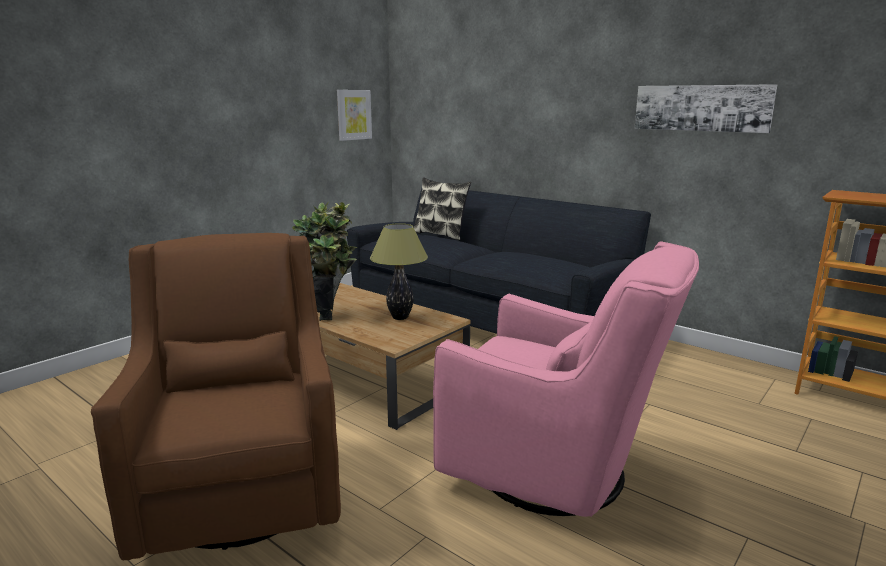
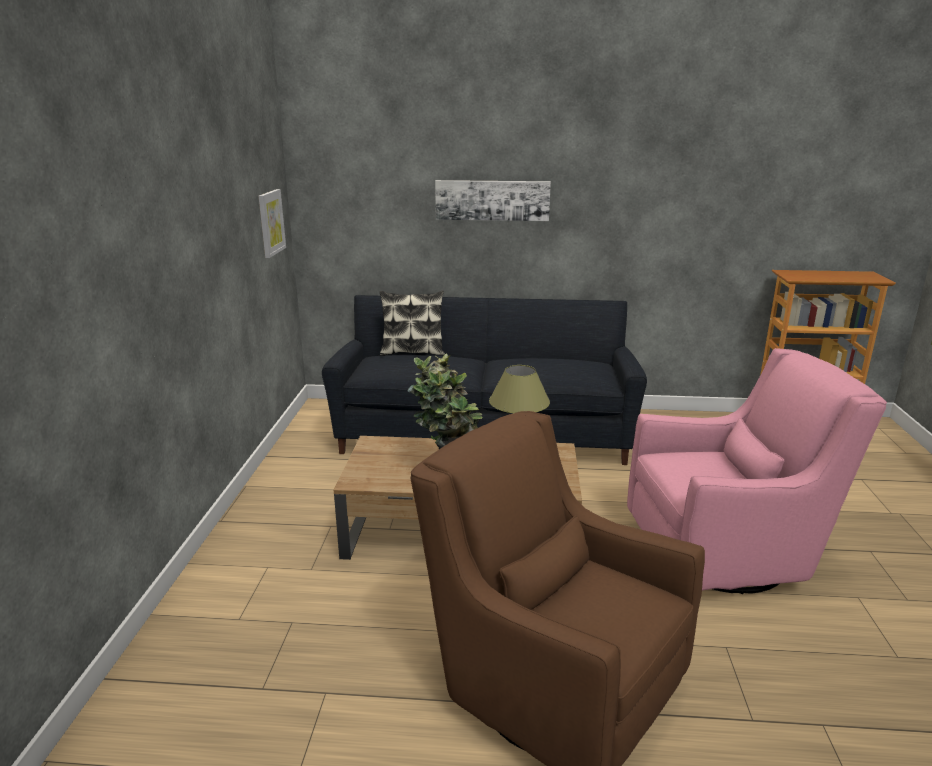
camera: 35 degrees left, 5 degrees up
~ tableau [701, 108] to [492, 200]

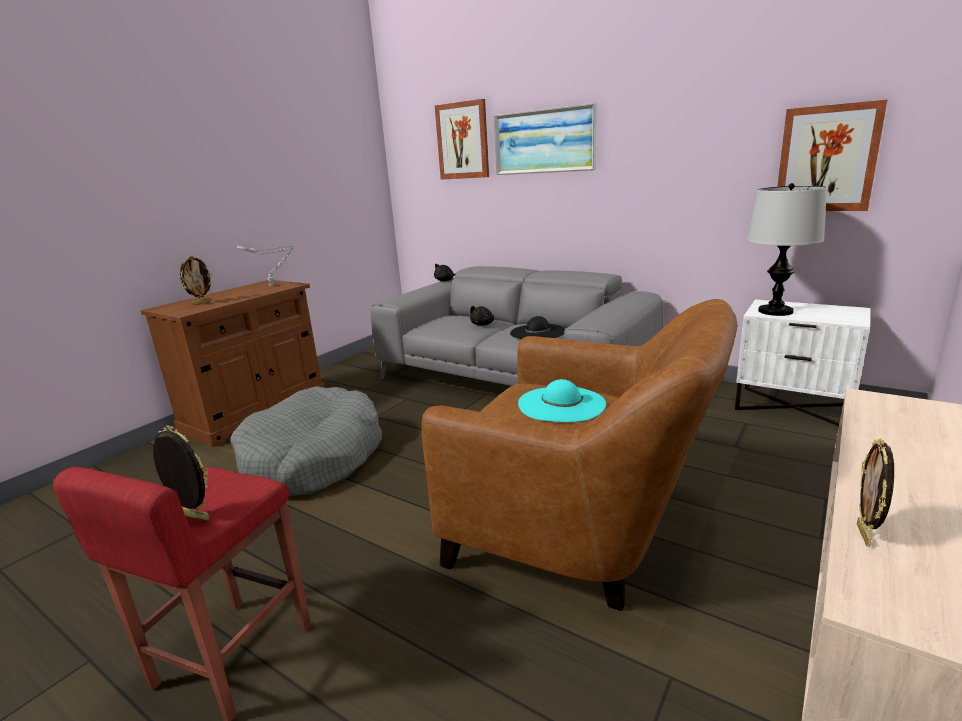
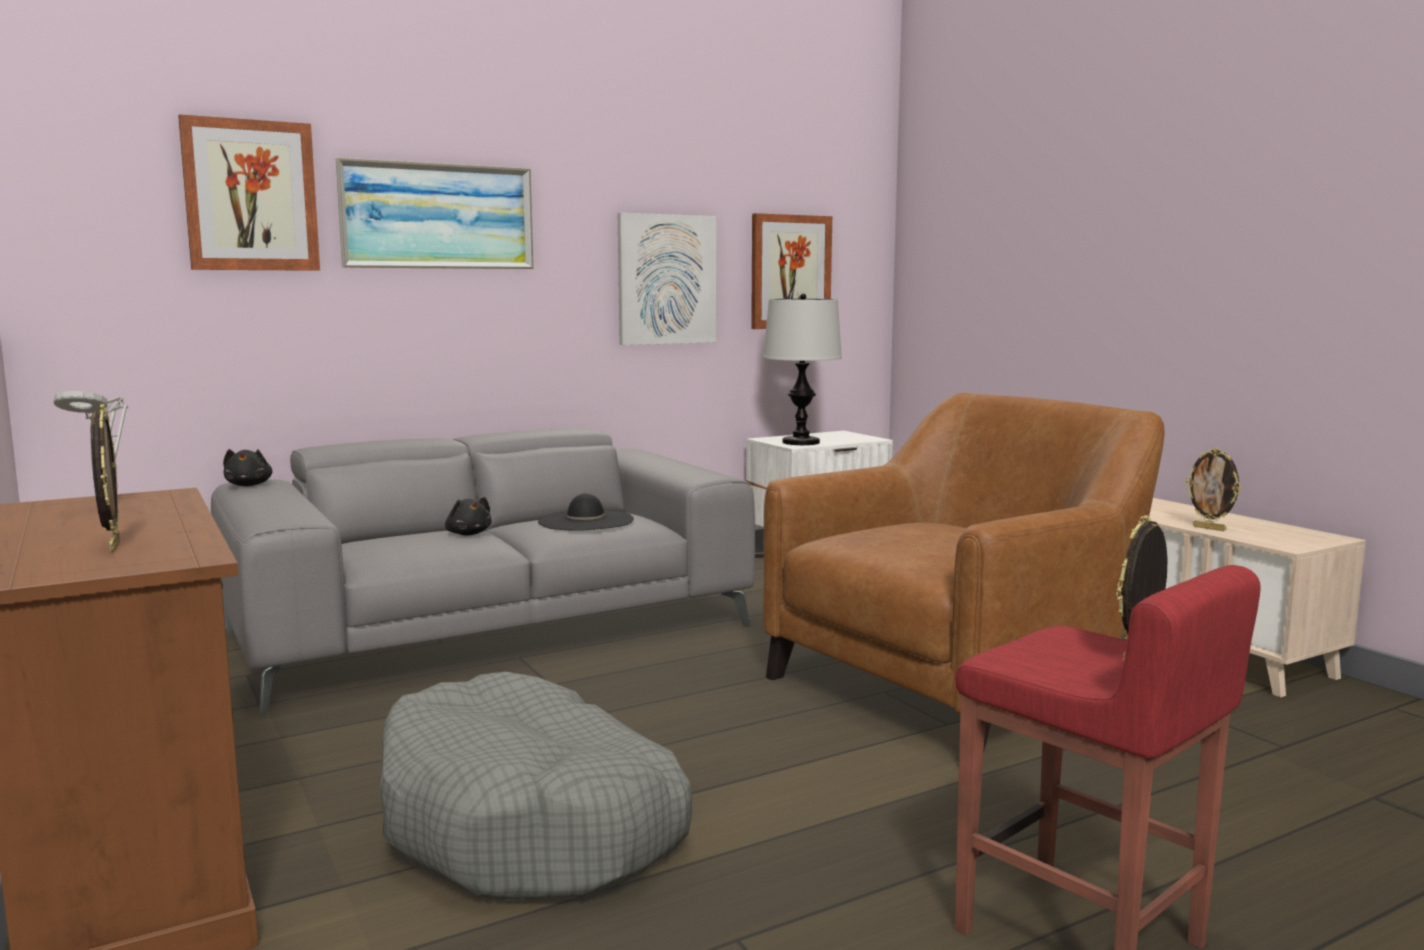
camera: 65 degrees left, 10 degrees down
- chapeau/turquoise [561, 404]
+ tableau [666, 279]

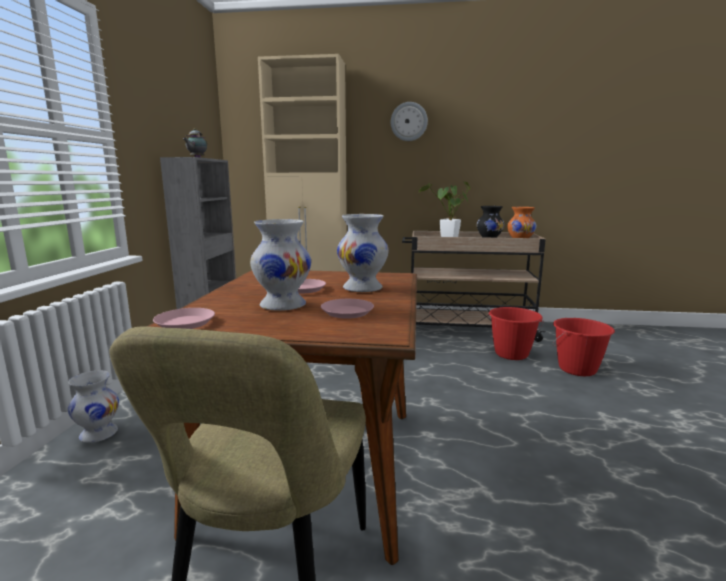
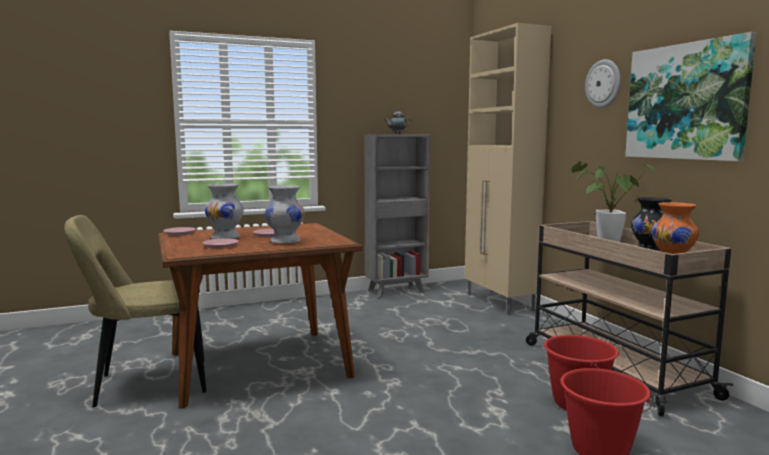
camera: 60 degrees right, 5 degrees down
- vase/blanc [98, 434]
+ tableau [686, 102]

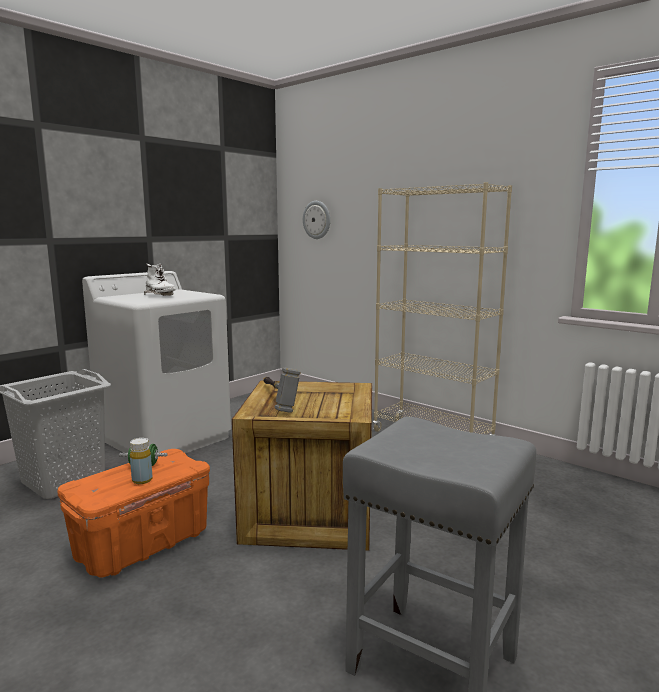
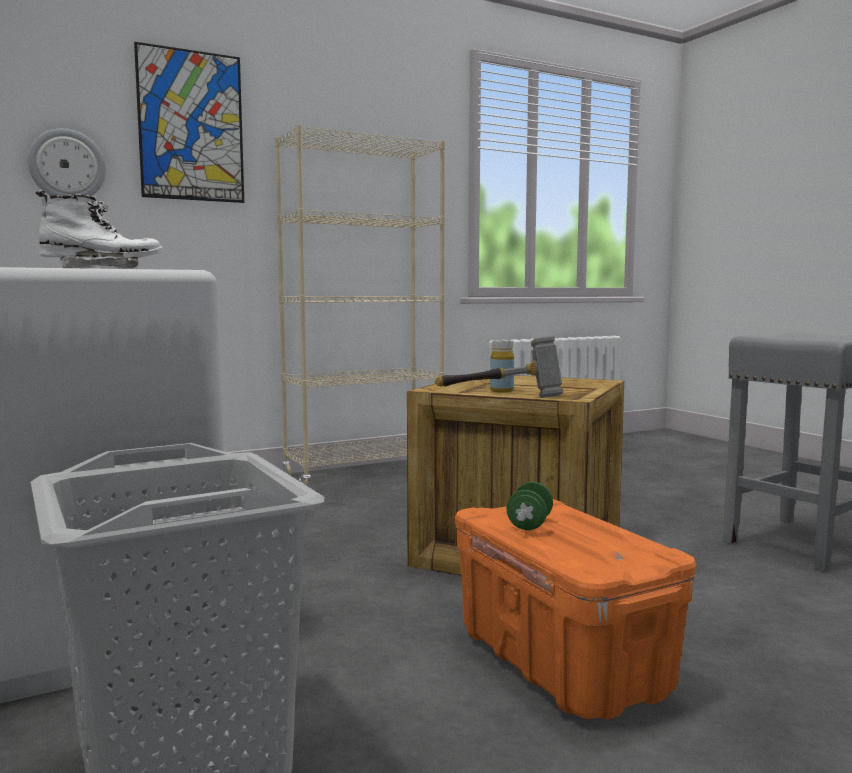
camera: 70 degrees left, 5 degrees down
+ tableau [191, 126]
~ bouteille/jaune [142, 480] to [501, 391]

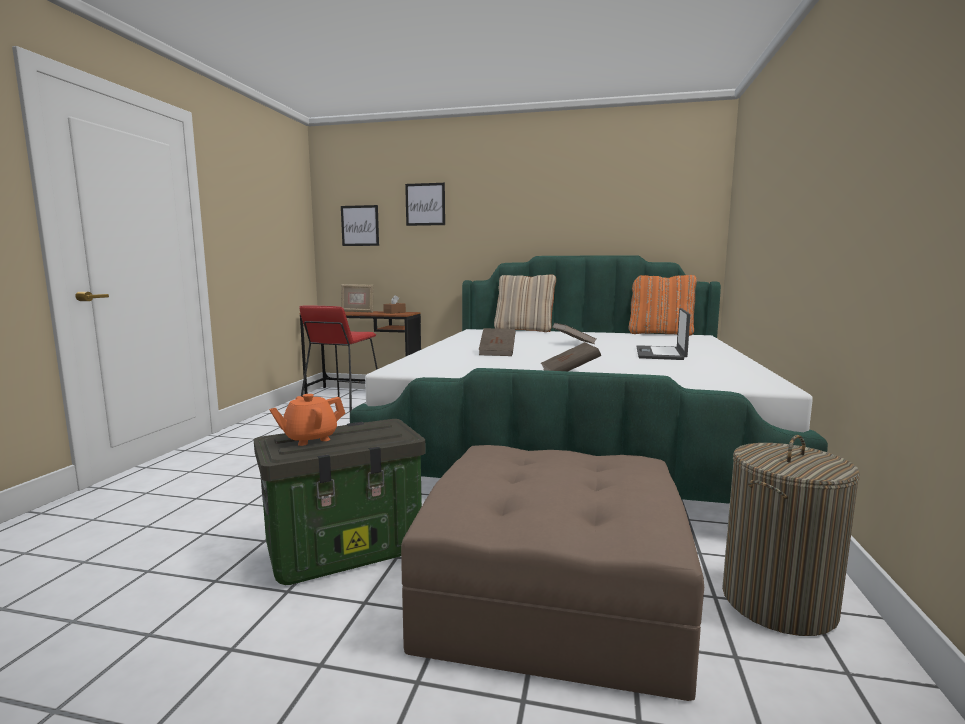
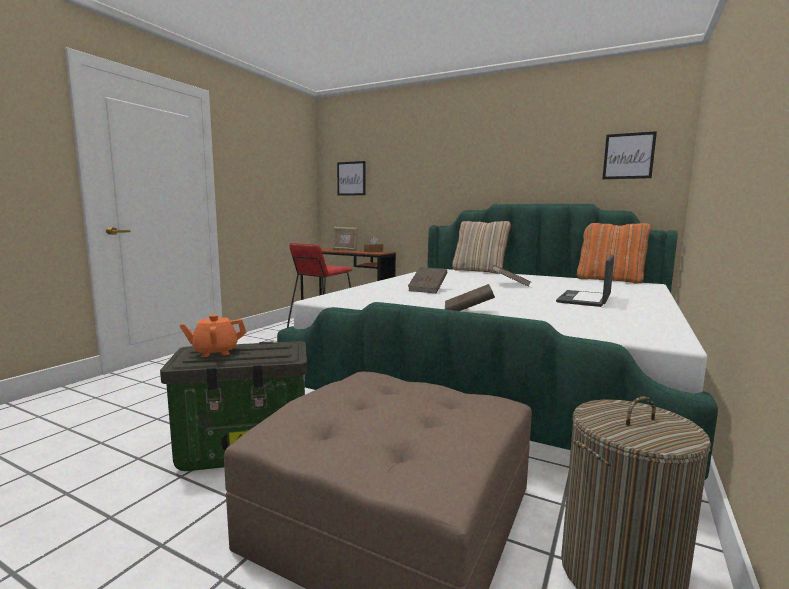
camera: 15 degrees right, 0 degrees up
~ tableau [425, 204] to [628, 156]

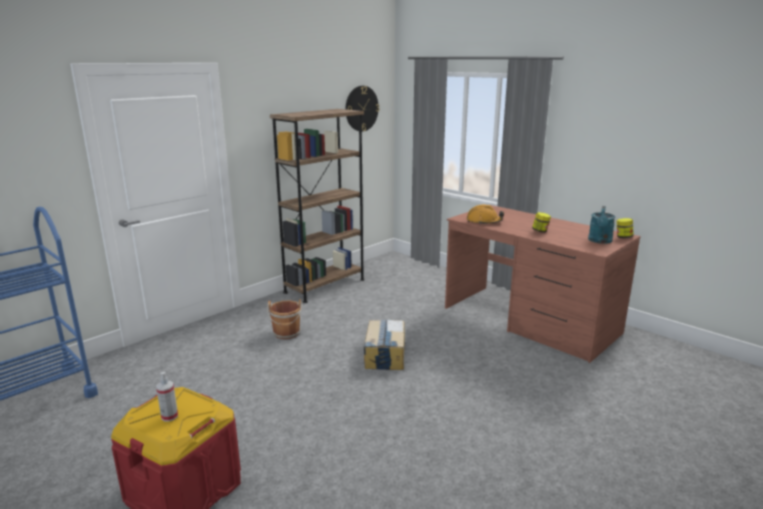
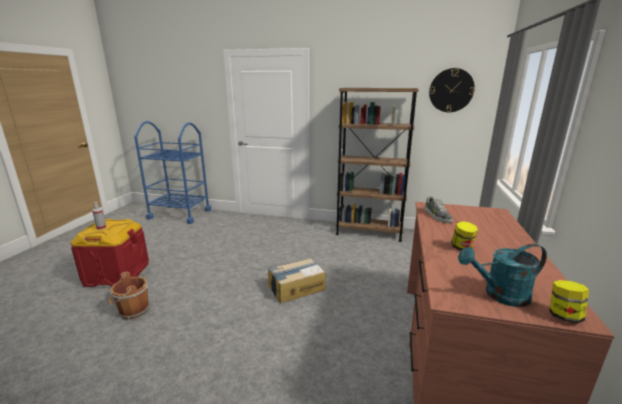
camera: 60 degrees right, 0 degrees up
~ seau/marron [287, 333] to [132, 311]
~ casque de chantier/orange [484, 222] to chaussure [437, 216]

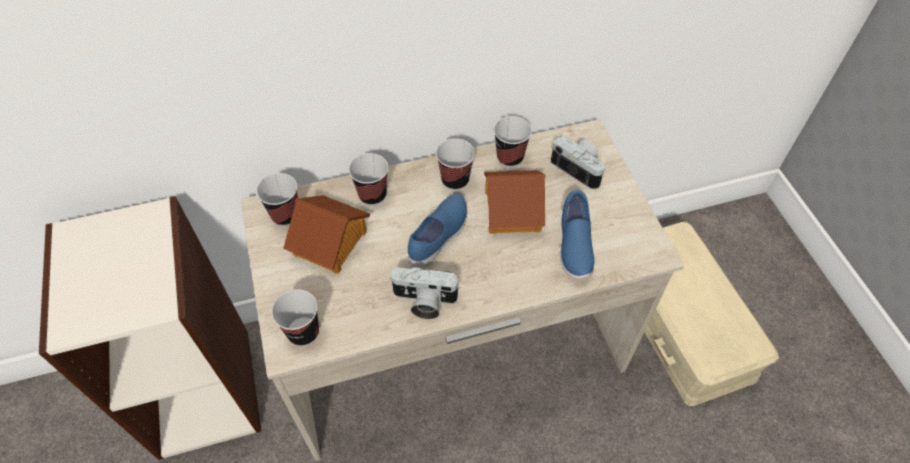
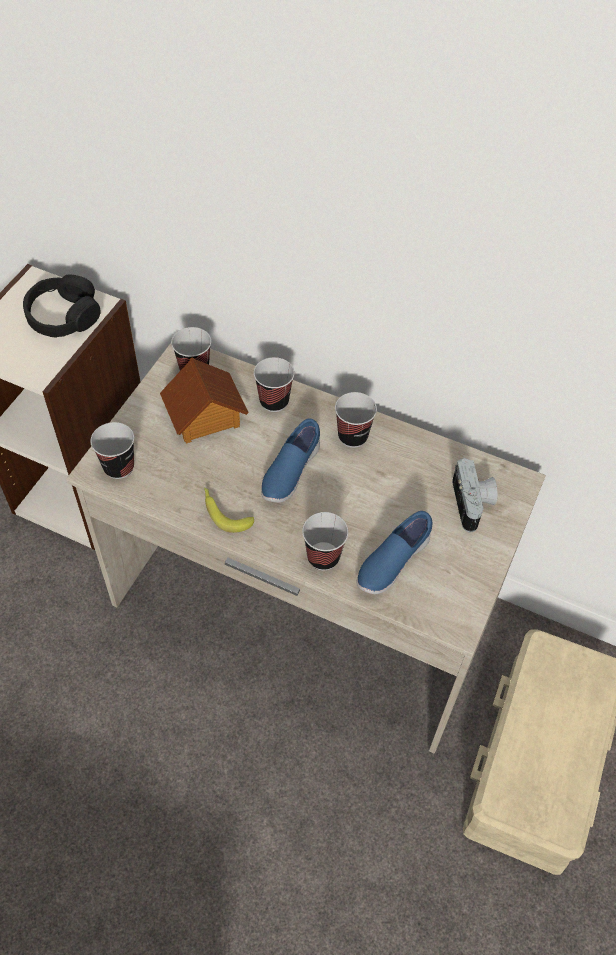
camera: 40 degrees right, 0 degrees up
- maison miniature [513, 210]
+ casque audio/noir [63, 316]
~ tasse [510, 157] to [323, 557]
~ appareil photo [423, 302] to banane [224, 512]
~ chaussure/bleu [439, 237] = [290, 472] 135 degrees clockwise

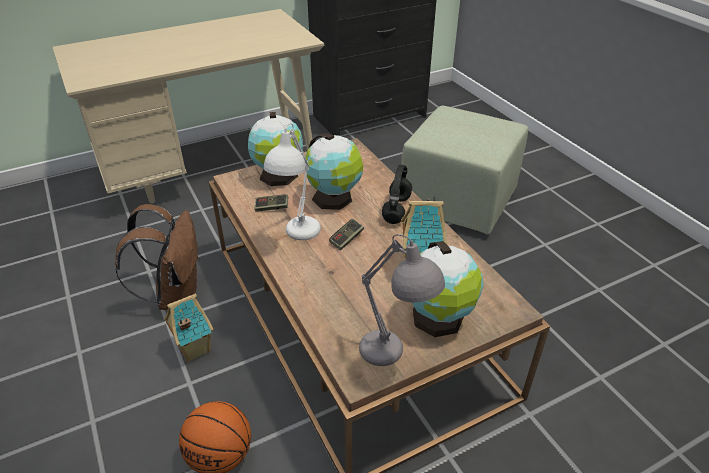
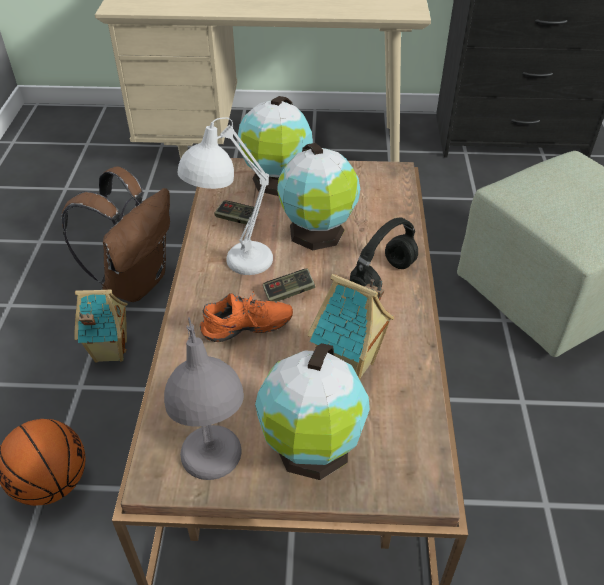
camera: 30 degrees right, 5 degrees up
+ chaussure/orange [247, 330]

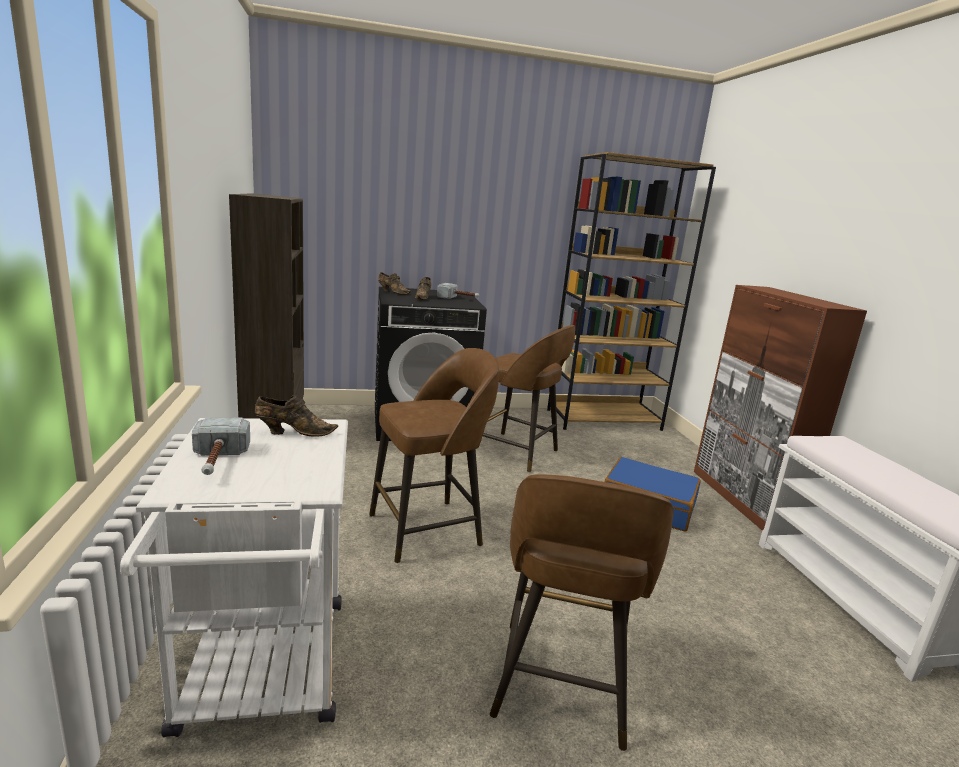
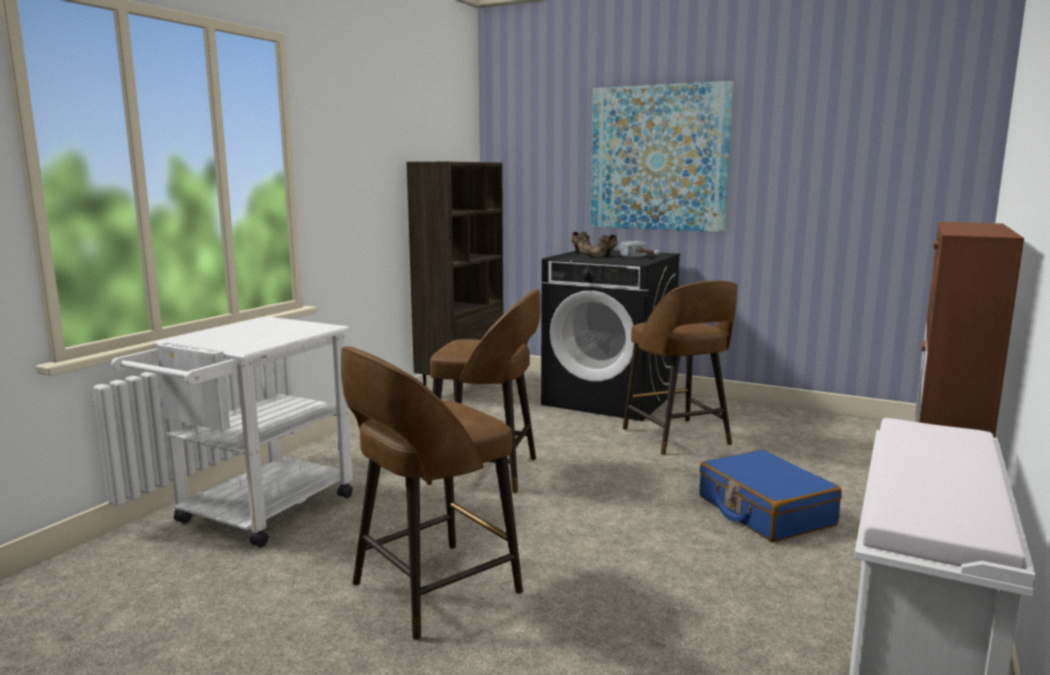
camera: 40 degrees right, 5 degrees down
- marteau [217, 462]
- chaussure/marron [293, 432]
- bibliothèque/marron [604, 419]
+ tableau [658, 158]

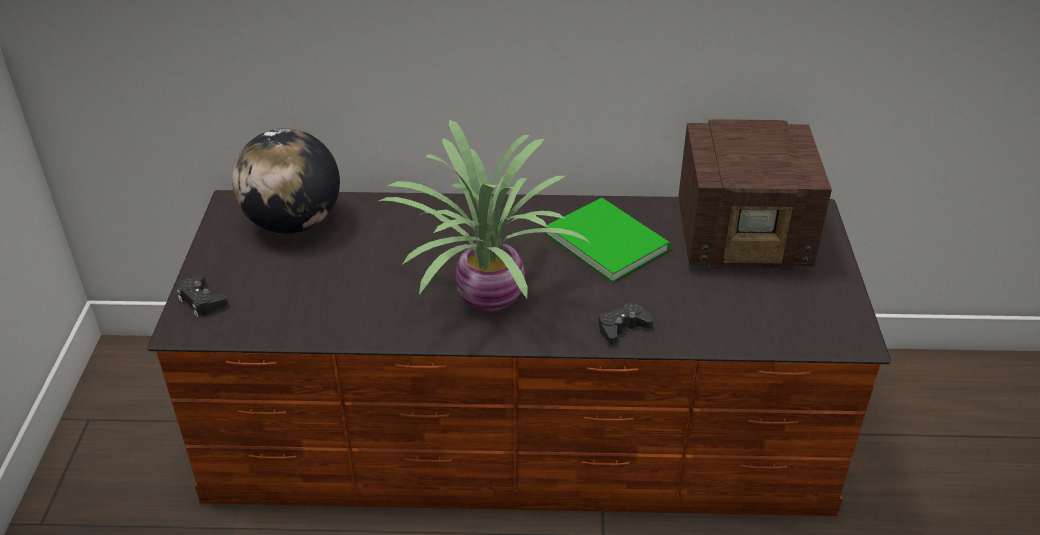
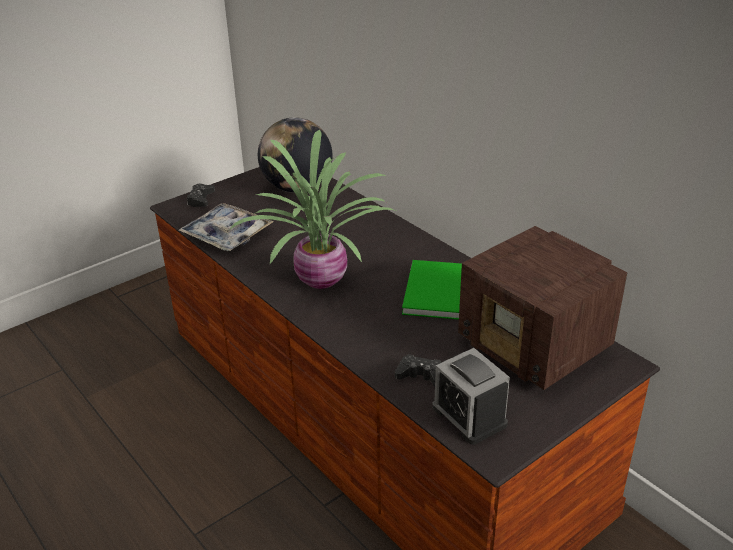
camera: 50 degrees right, 5 degrees down
+ plateau [227, 234]
+ réveil [469, 416]
~ manette/noir [622, 328] to [420, 375]

